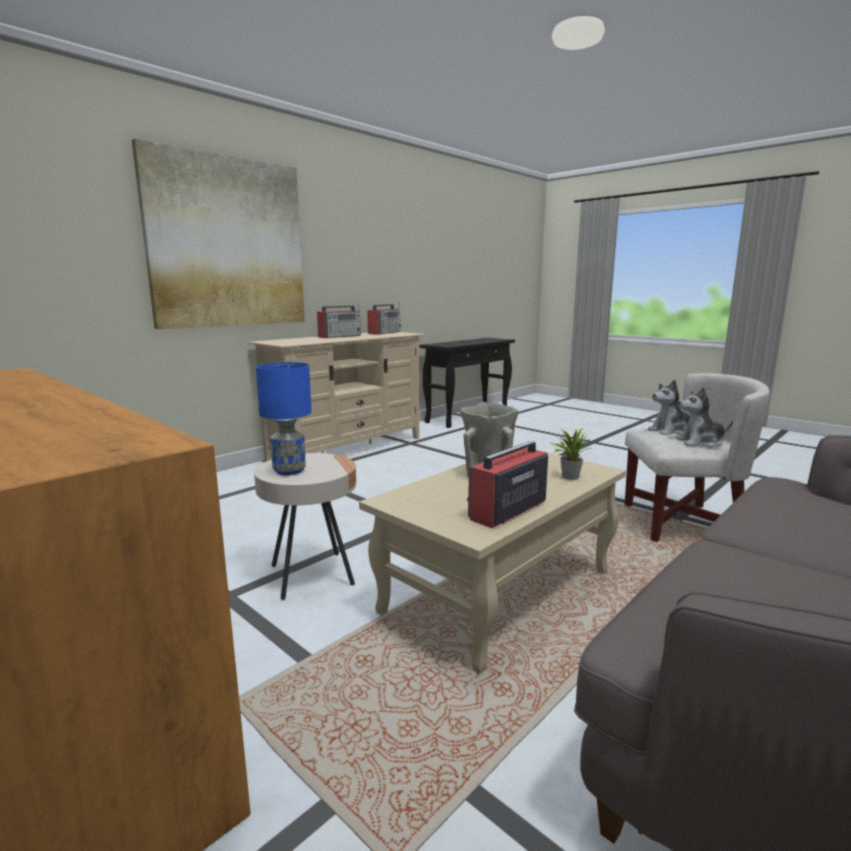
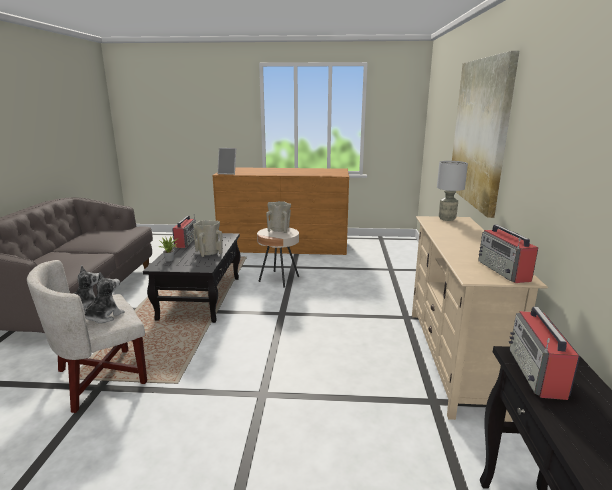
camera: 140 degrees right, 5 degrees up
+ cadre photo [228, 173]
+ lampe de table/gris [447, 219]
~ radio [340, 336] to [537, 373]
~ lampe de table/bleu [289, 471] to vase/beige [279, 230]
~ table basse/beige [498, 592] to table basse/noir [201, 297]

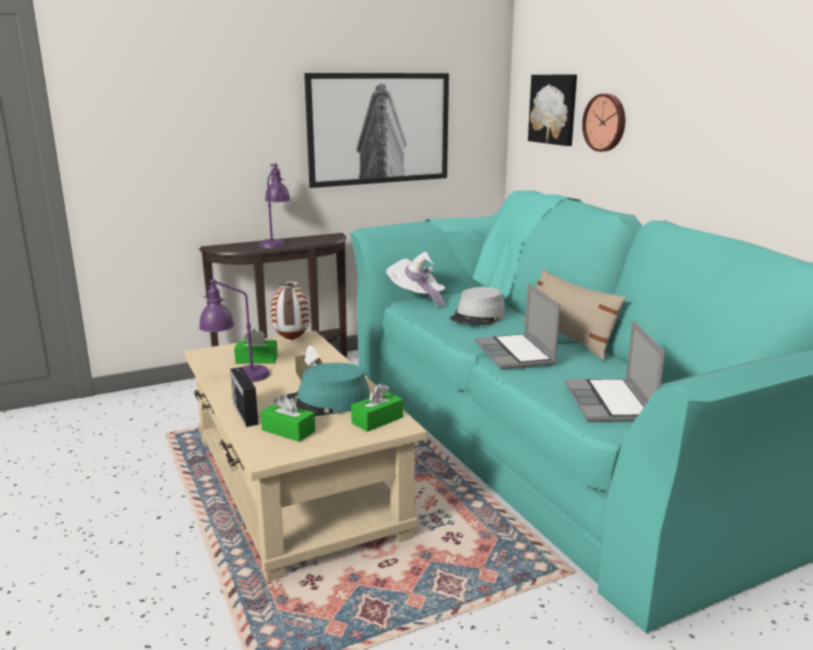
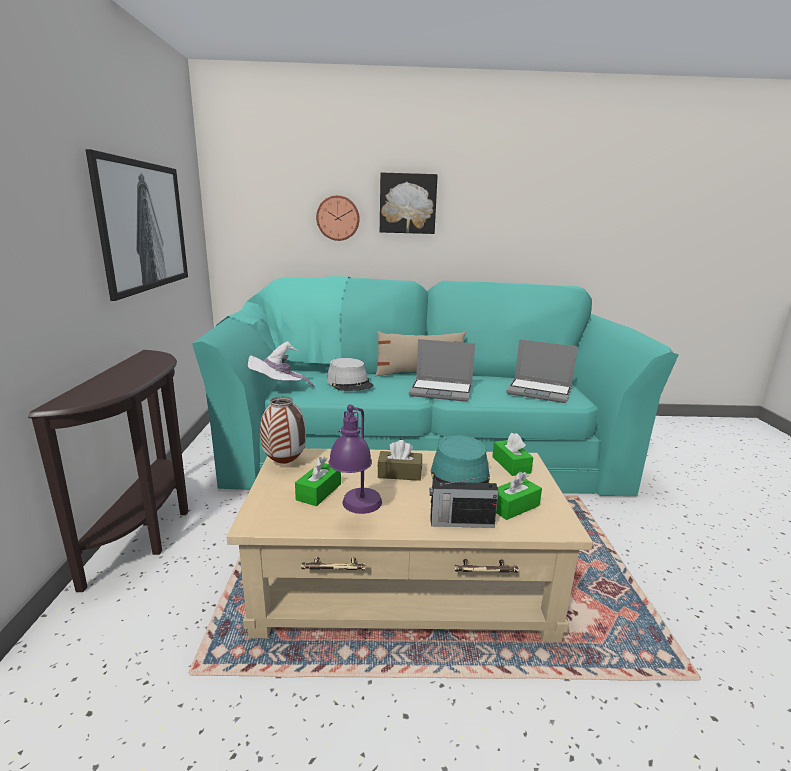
camera: 65 degrees left, 0 degrees up
- lampe de table/violet [275, 242]
~ tableau [554, 109] to [407, 203]

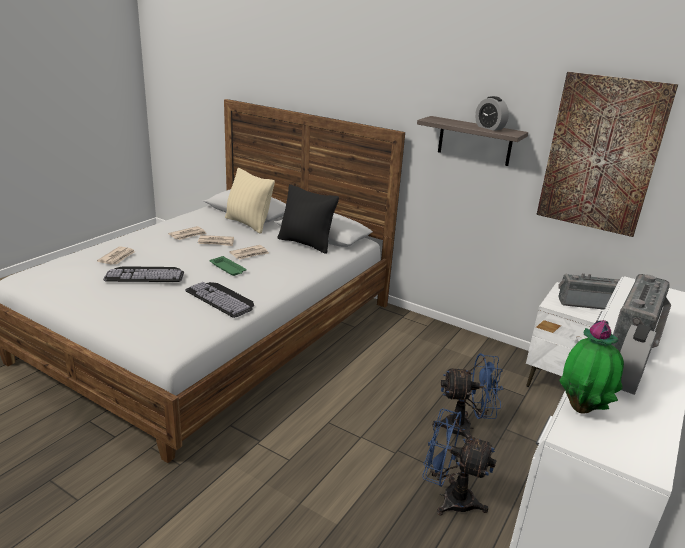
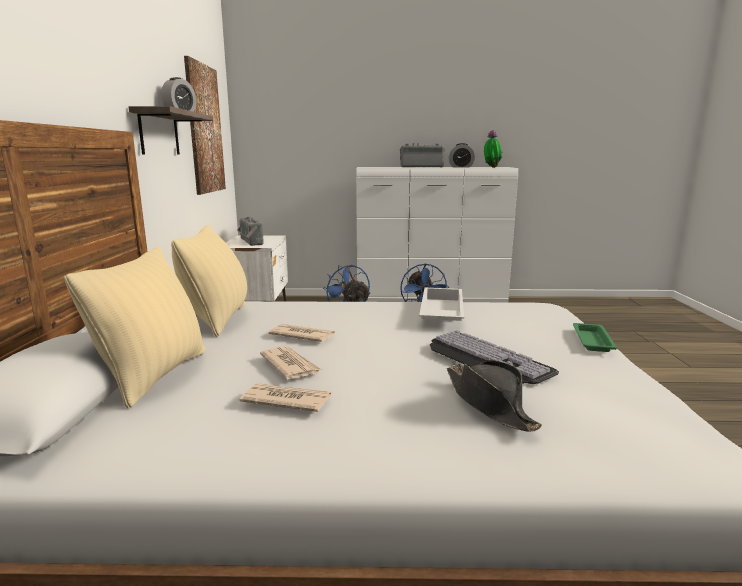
camera: 120 degrees left, 10 degrees down
~ plateau/vert [228, 269] to [592, 340]
~ journal [117, 257] to chapeau/noir [489, 403]
~ clavier [222, 298] to plateau/blanc [440, 313]
~ coussin/noir [306, 244] to coussin/beige [218, 320]

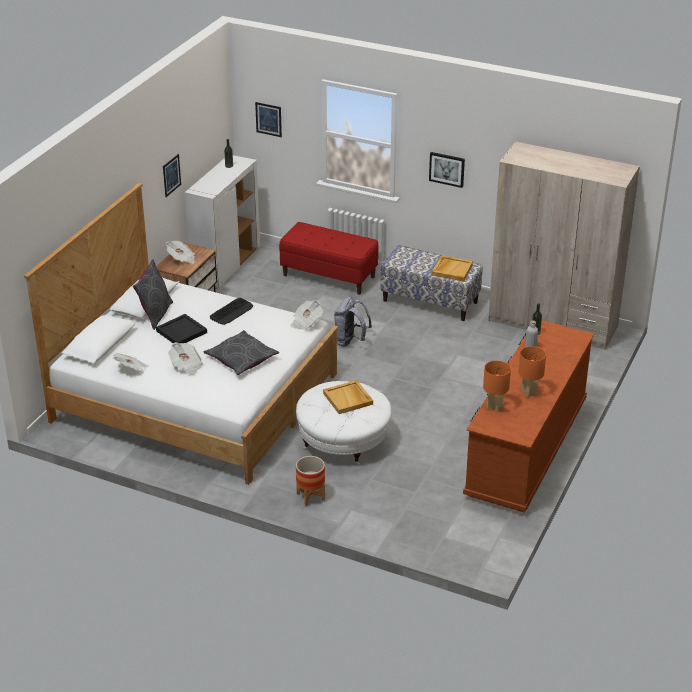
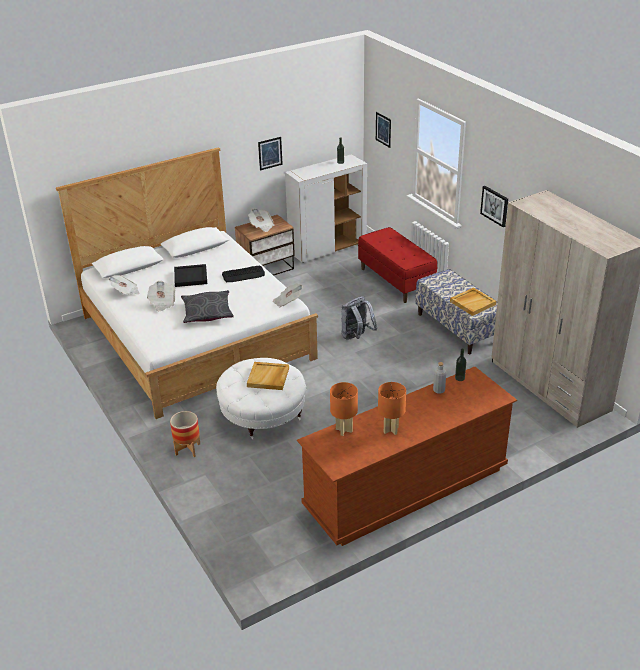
camera: 35 degrees right, 0 degrees up
- coussin/gris [155, 314]

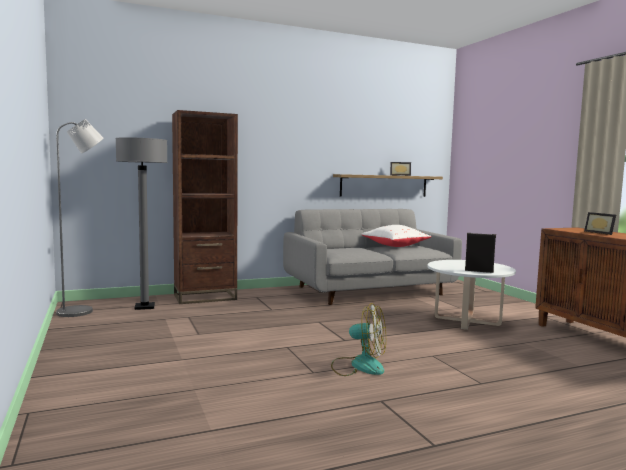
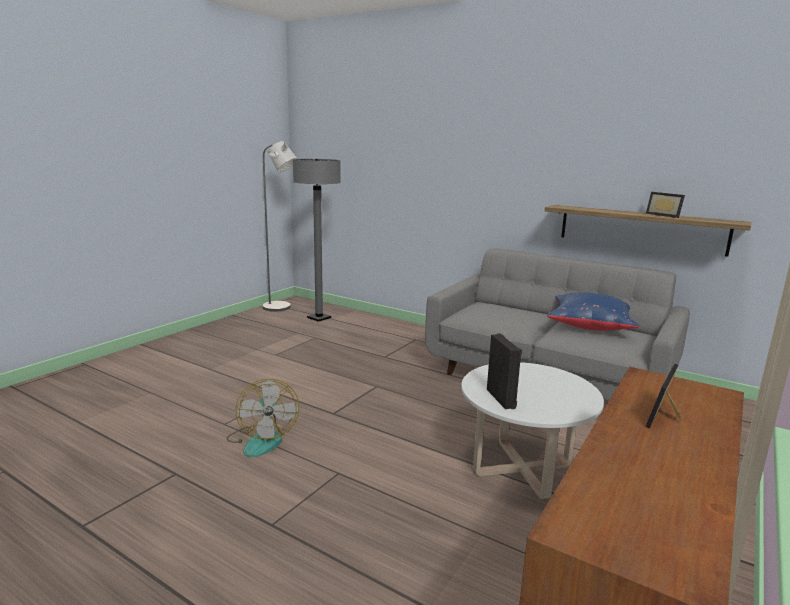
camera: 55 degrees right, 10 degrees up
- bibliothèque/marron [205, 297]
~ coussin/blanc [394, 246] to coussin/bleu [590, 326]

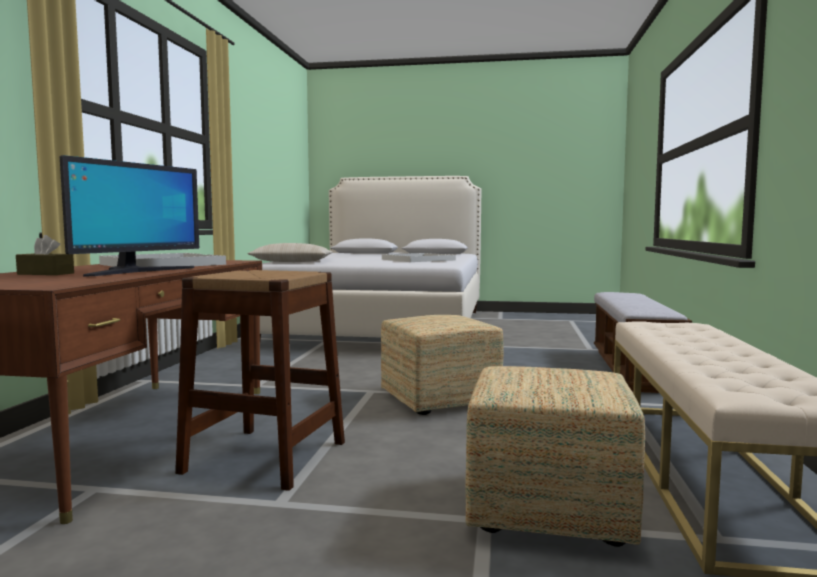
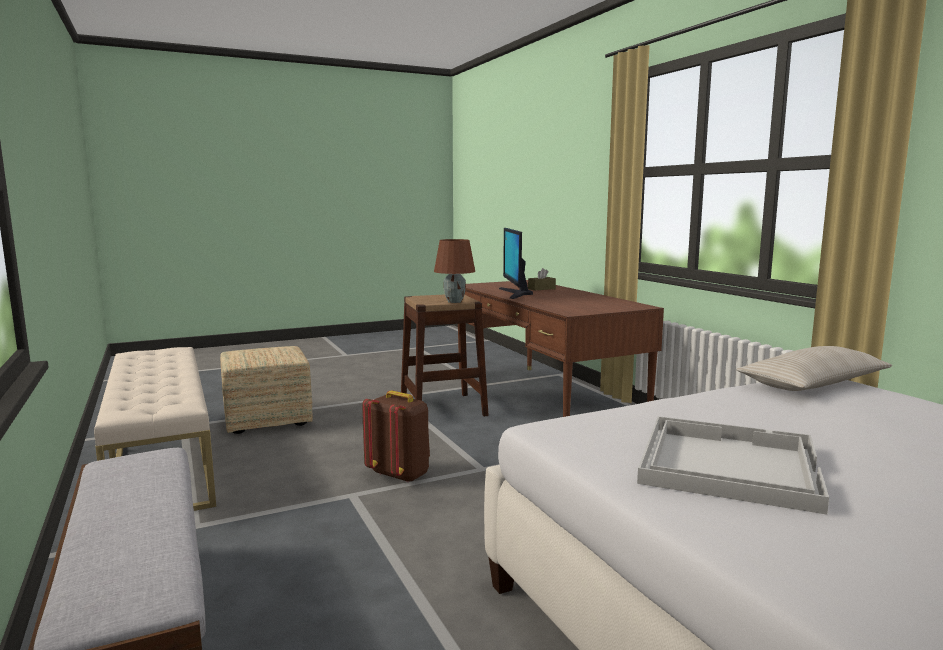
camera: 145 degrees right, 5 degrees up
- plateau/blanc [161, 264]
+ lampe de table/marron [454, 302]
~ pouf [440, 400] to sac à dos/marron [400, 474]

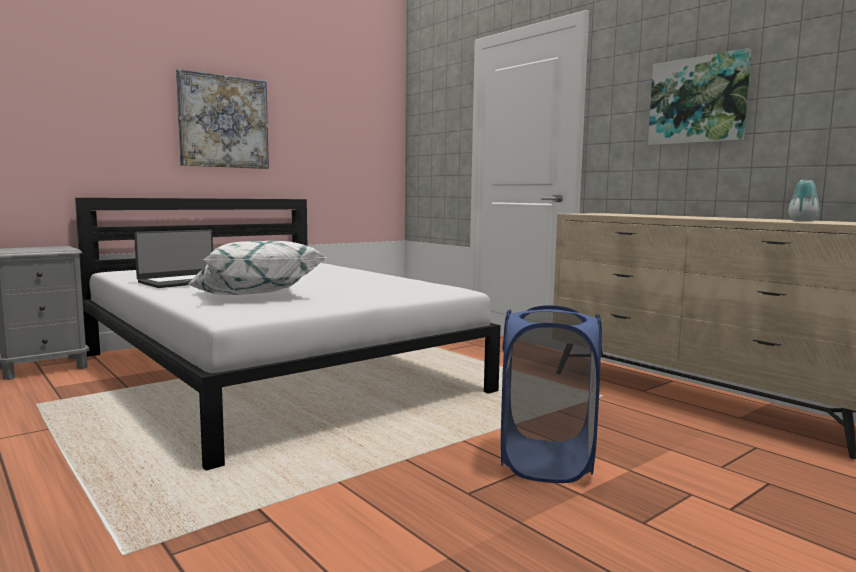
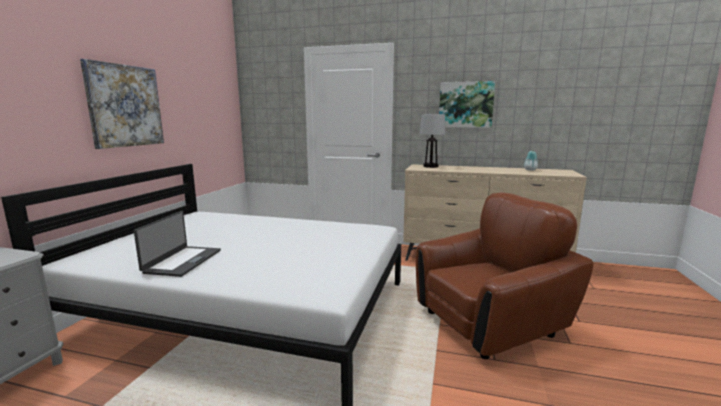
camera: 35 degrees left, 5 degrees up
- coussin/blanc [254, 295]
+ lampe de table [431, 166]
~ panier à linge/bleu [546, 461] to fauteuil/marron [490, 323]

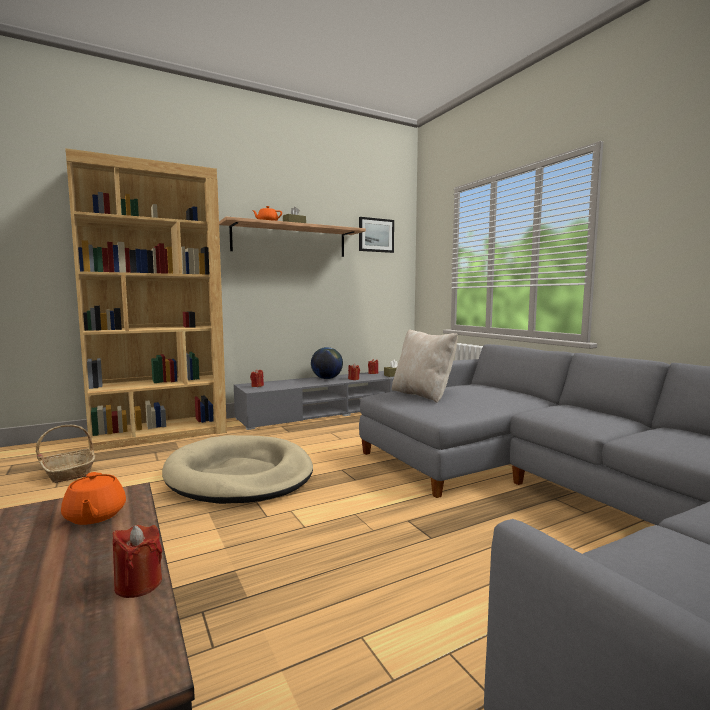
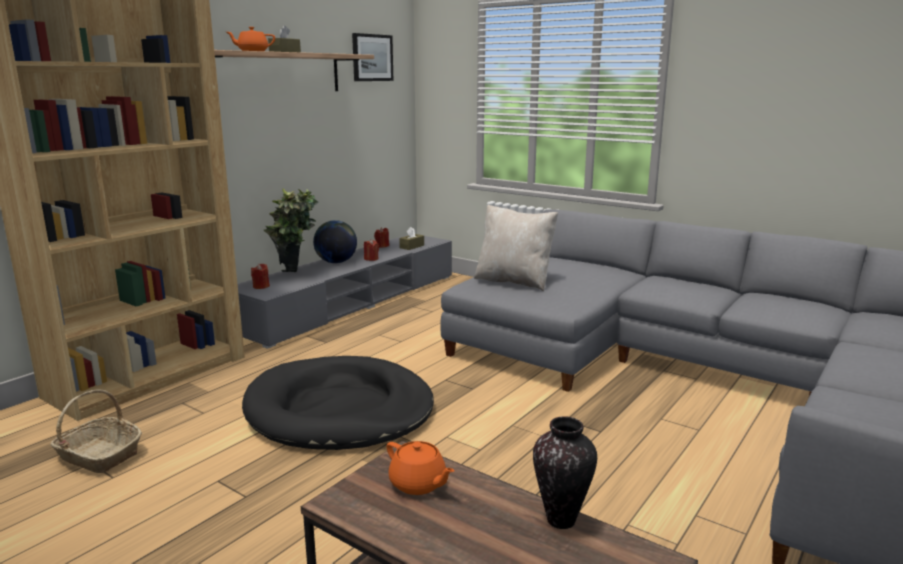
camera: 25 degrees left, 10 degrees up
+ plante en pot [295, 276]
~ bougie/rouge [138, 584] to vase [561, 521]
~ panier pour chien/beige [240, 475] to panier pour chien/noir [339, 410]

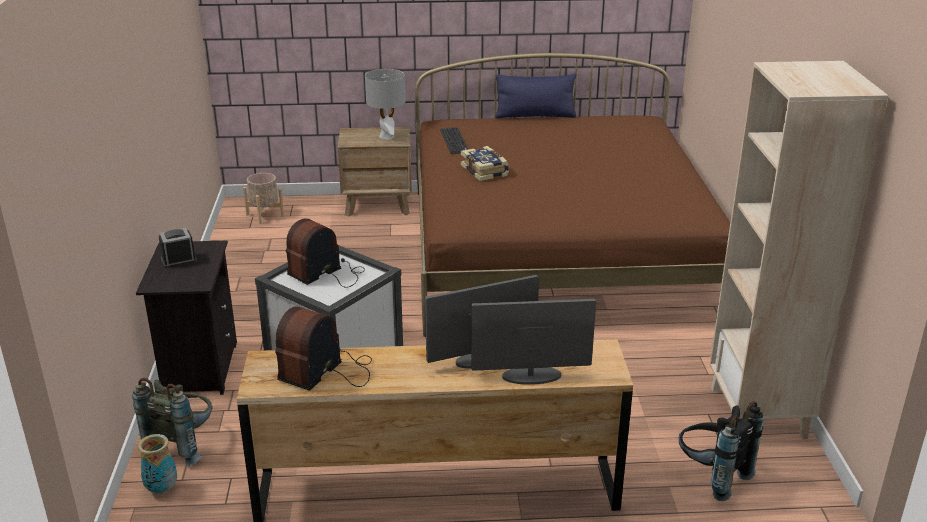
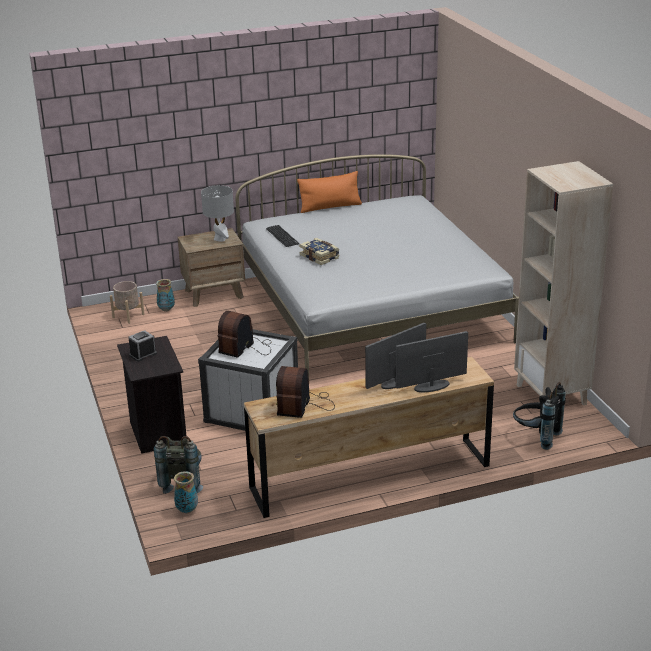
camera: 15 degrees left, 0 degrees up
+ vase [166, 310]
~ lit/marron [557, 252] to lit/blanc [371, 310]
~ coussin/bleu [535, 116] to coussin/orange [330, 207]

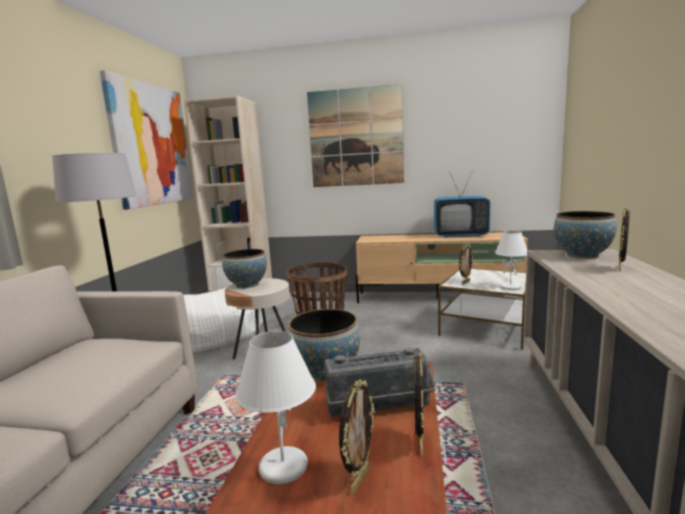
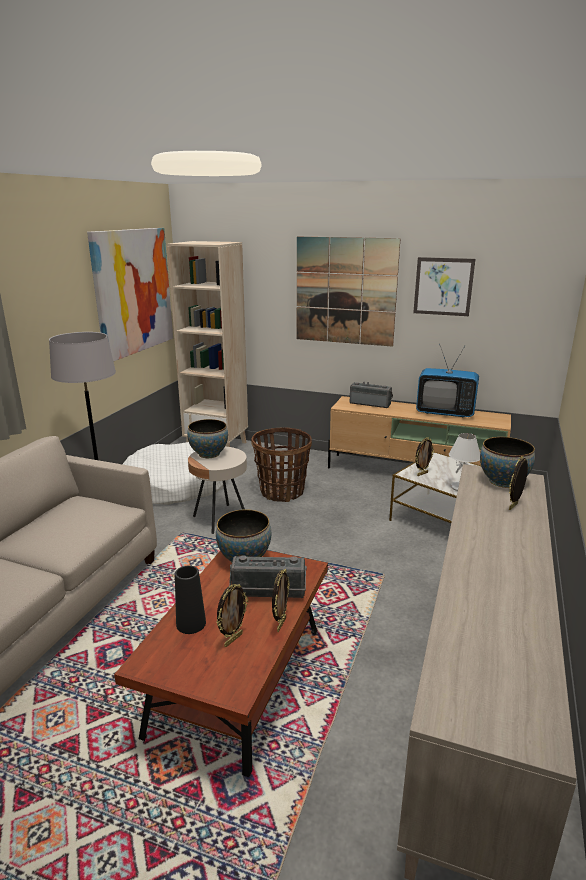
camera: 10 degrees right, 10 degrees up
+ radio [370, 403]
+ tableau [443, 286]
~ lampe de table/blanc [282, 467] to vase/noir [191, 624]

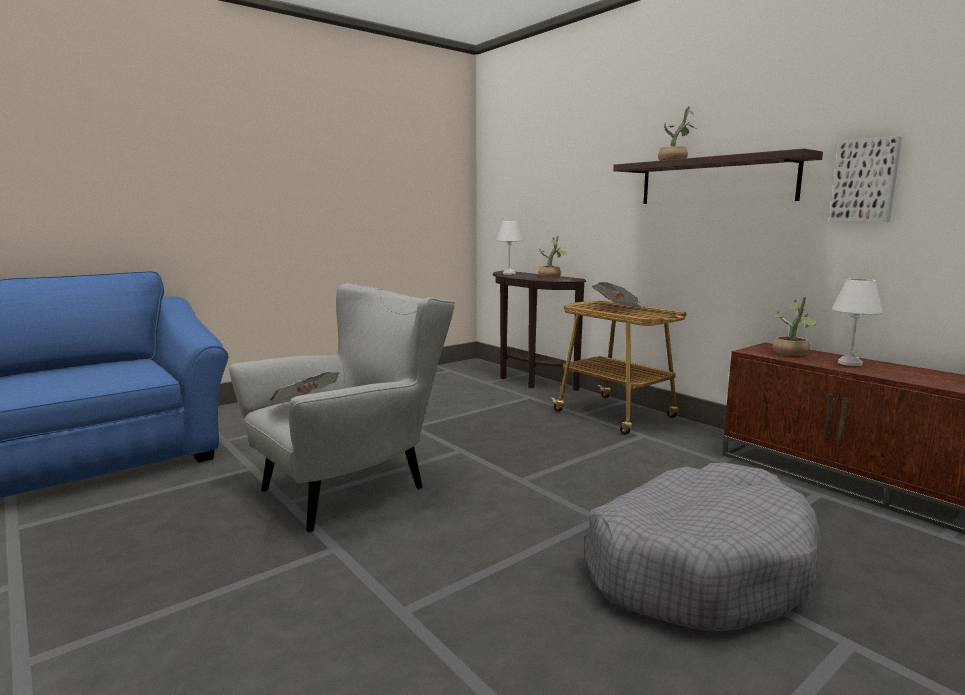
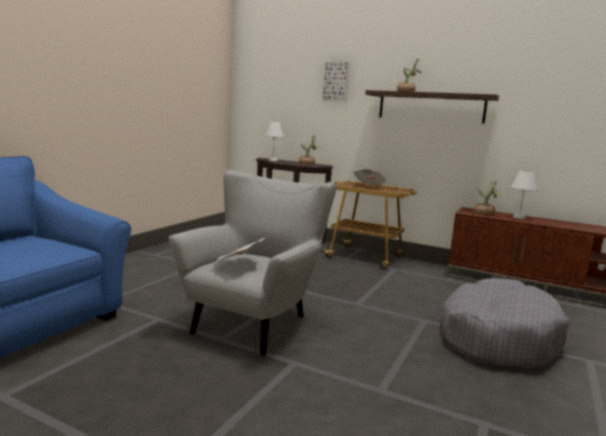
camera: 25 degrees left, 0 degrees up
~ tableau [865, 180] to [336, 81]

